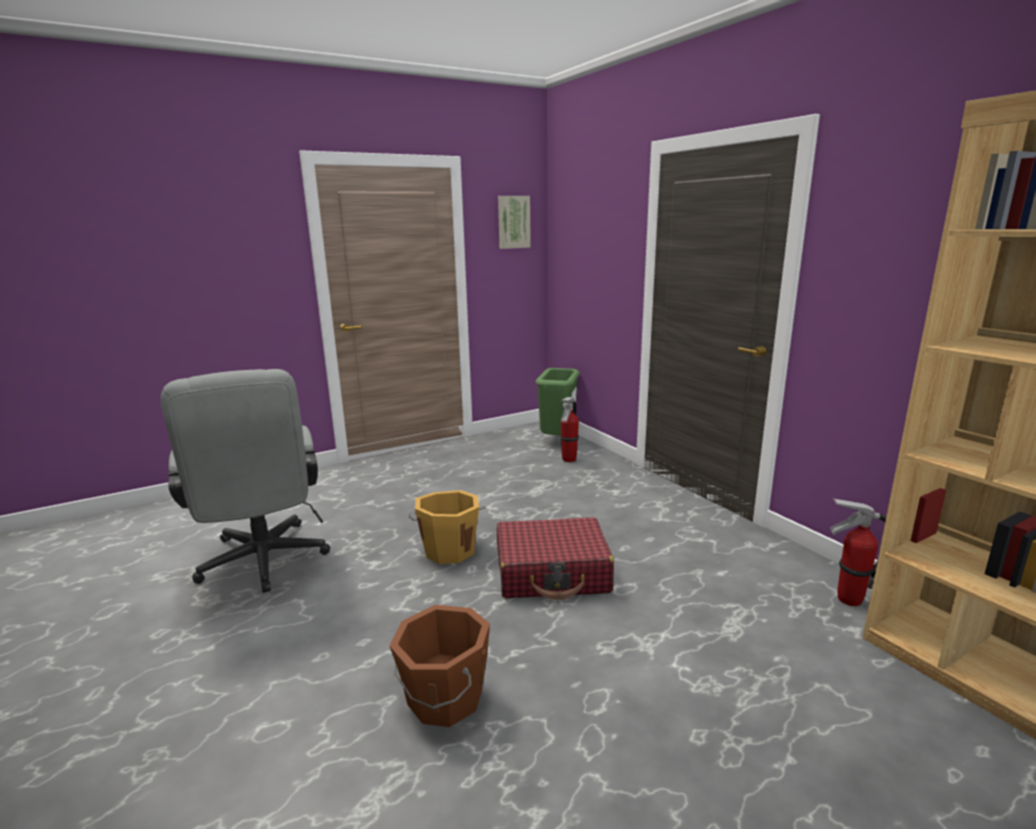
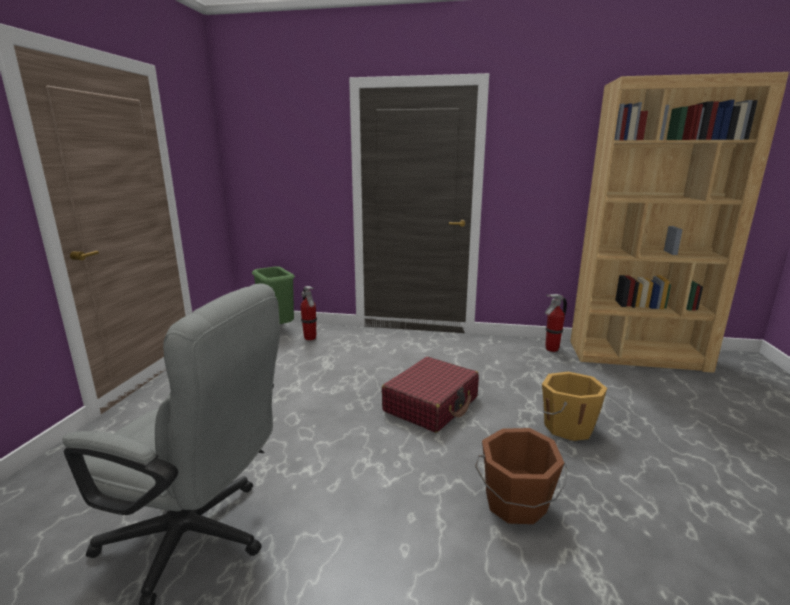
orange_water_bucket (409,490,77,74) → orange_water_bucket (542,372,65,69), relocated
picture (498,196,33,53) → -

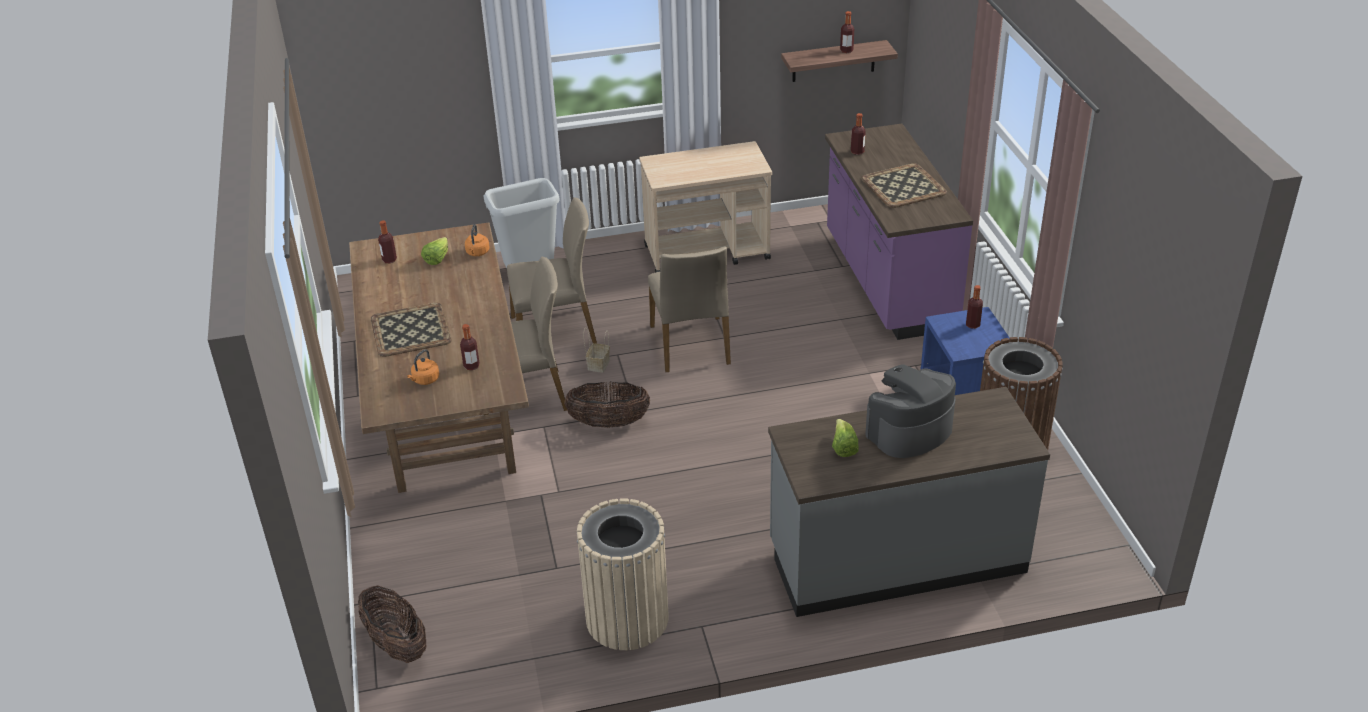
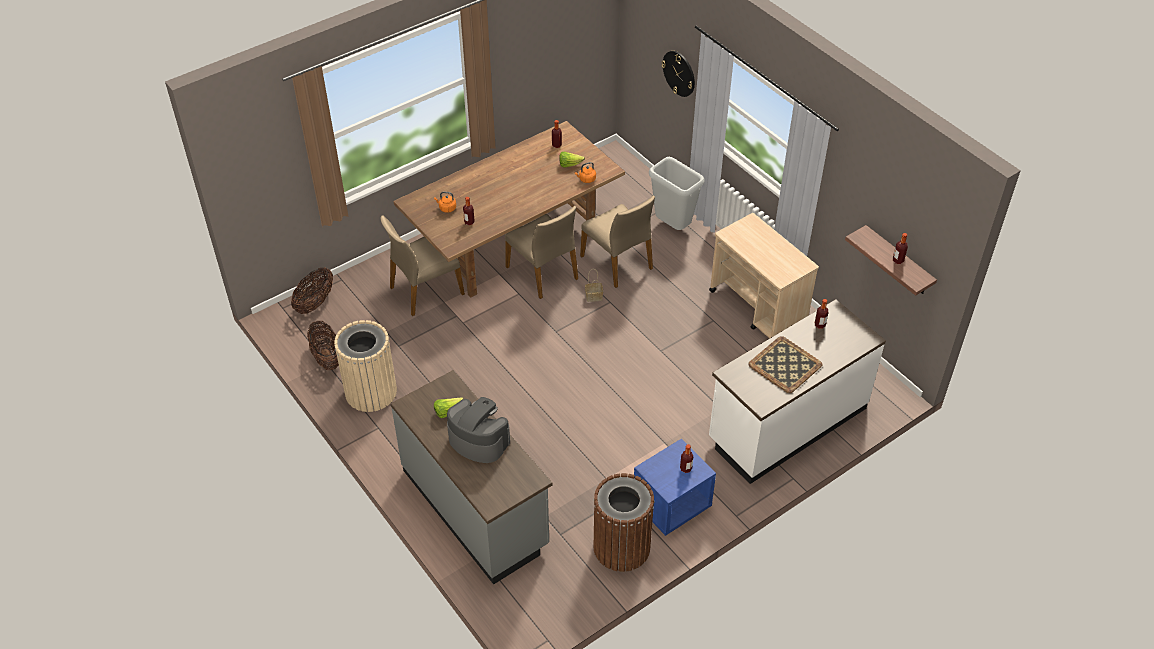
storage_basket (564,382,86,46) → storage_basket (307,321,32,49), relocated
sand-coloured_upright_chair (648,246,83,126) → sand-coloured_upright_chair (381,215,84,101), relocated
- → clock_on_the_wall (662,51,33,46)
purplish_kitchen_base_unit (825,124,148,216) → white_kitchen_base_unit (709,299,177,185)
tray (371,303,81,54) → -

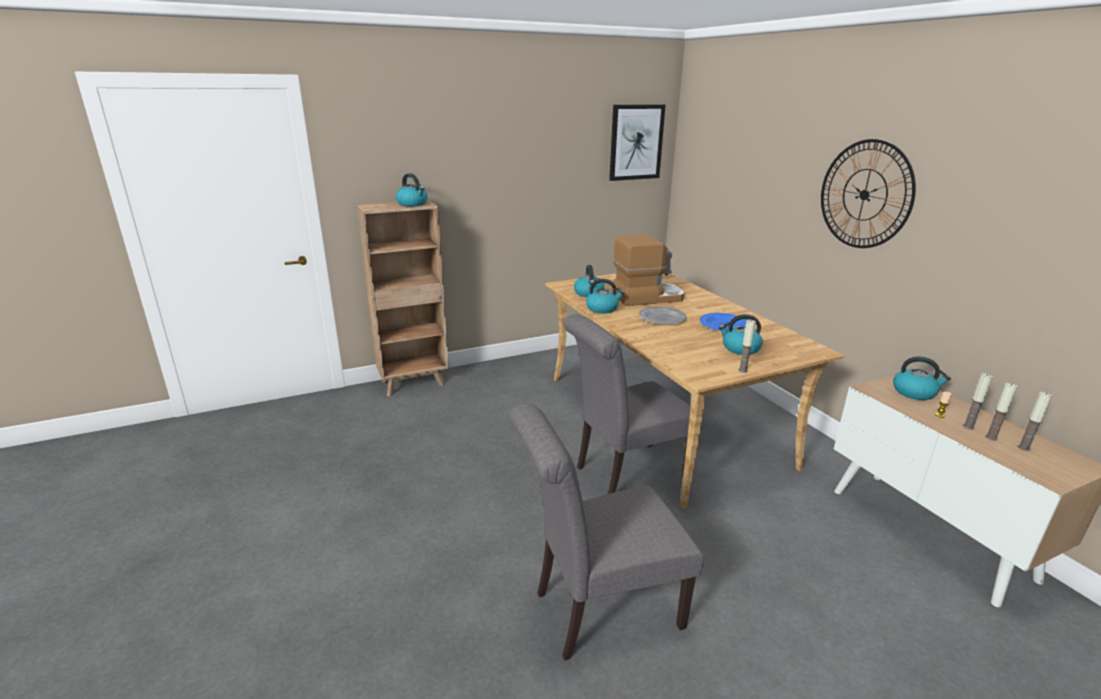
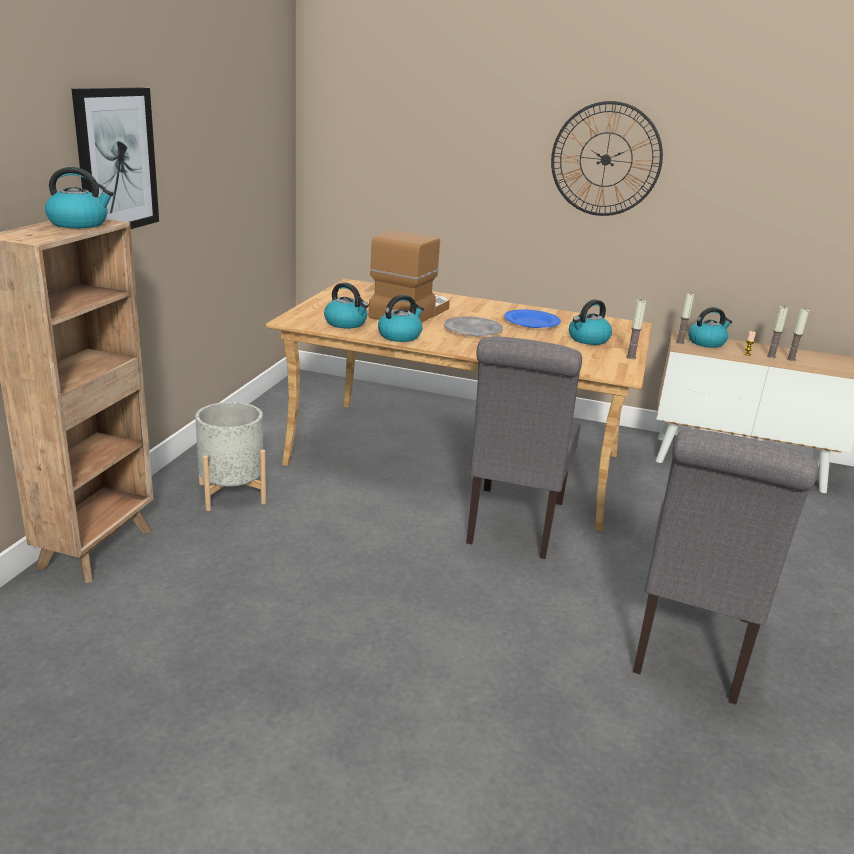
picture (609,104,57,77) → picture (72,87,87,142), relocated
- → greyish_planter (195,402,71,109)
wax_candle (1017,392,35,59) → wax_candle (676,293,18,51), relocated

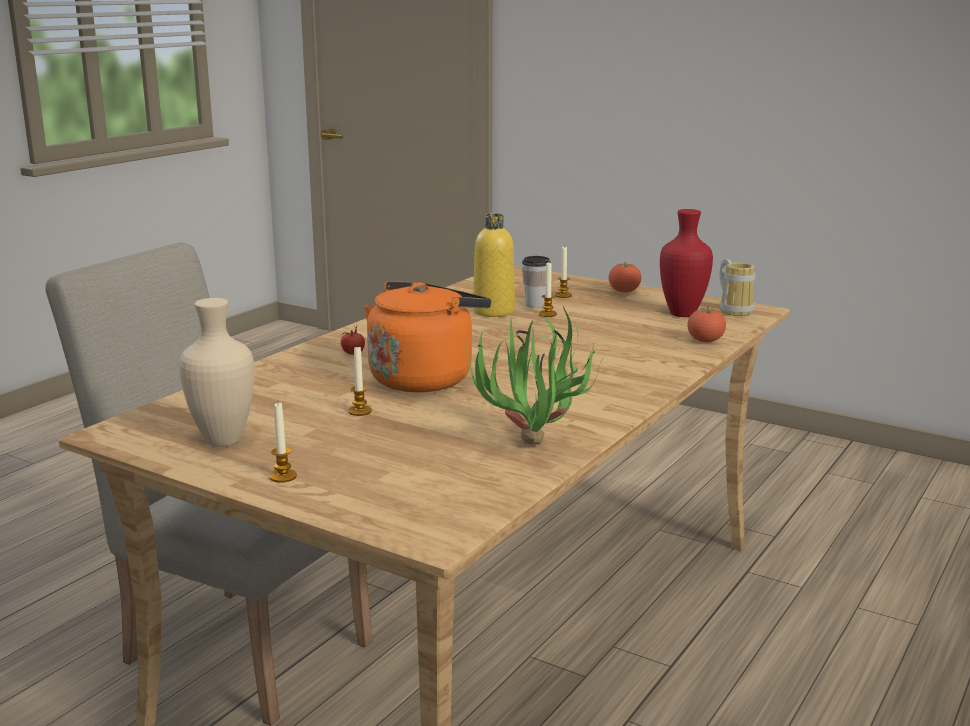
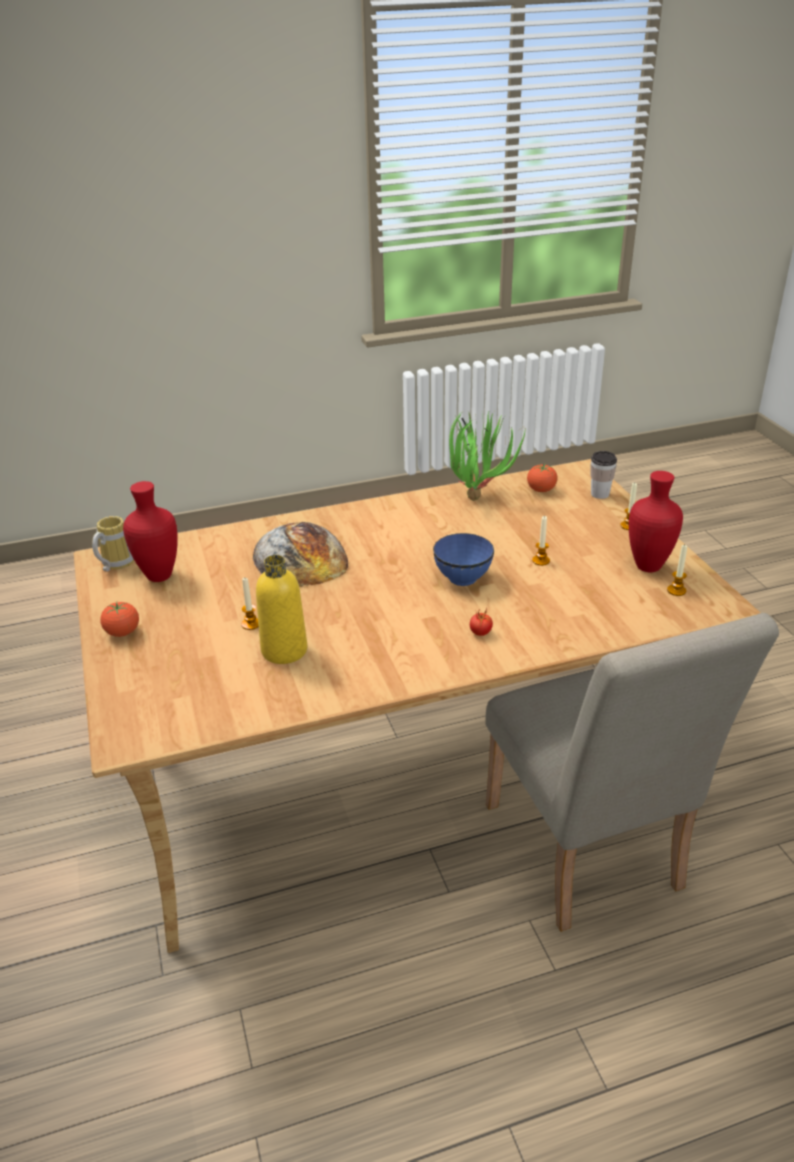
- → bakery_bread (253,522,95,65)
orange_water_kettle (364,281,127,111) → bluish_bowl (433,533,61,53)
tomato (687,307,39,35) → tomato (527,464,30,28), relocated
small_cup (522,256,29,52) → small_cup (591,451,26,48), relocated
sand-coloured_decorative_vase (179,298,75,149) → red-coloured_decorative_vase (629,471,54,101)
wax_candle (555,246,17,52) → wax_candle (667,545,20,51), relocated

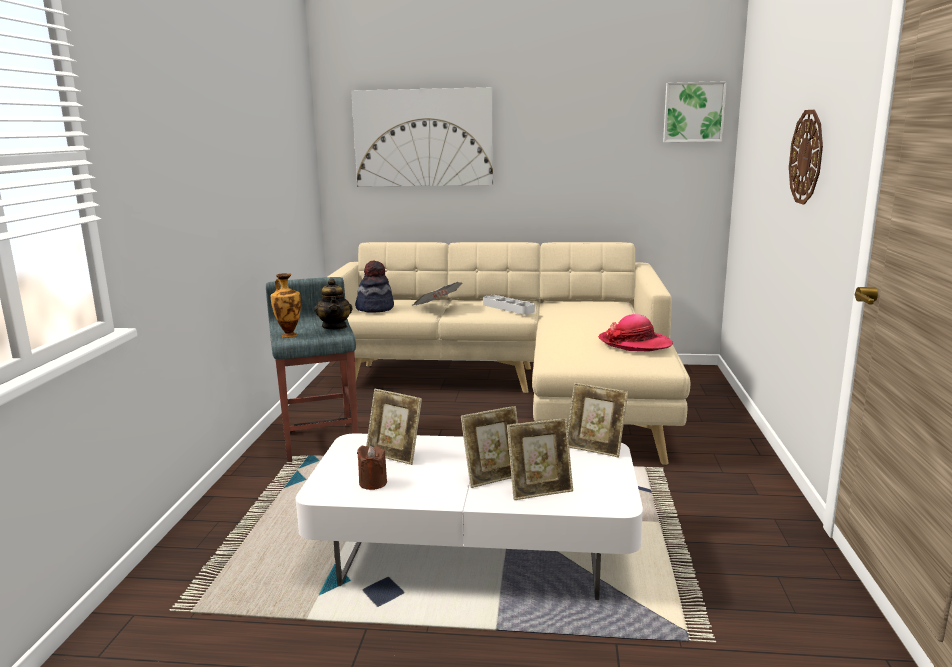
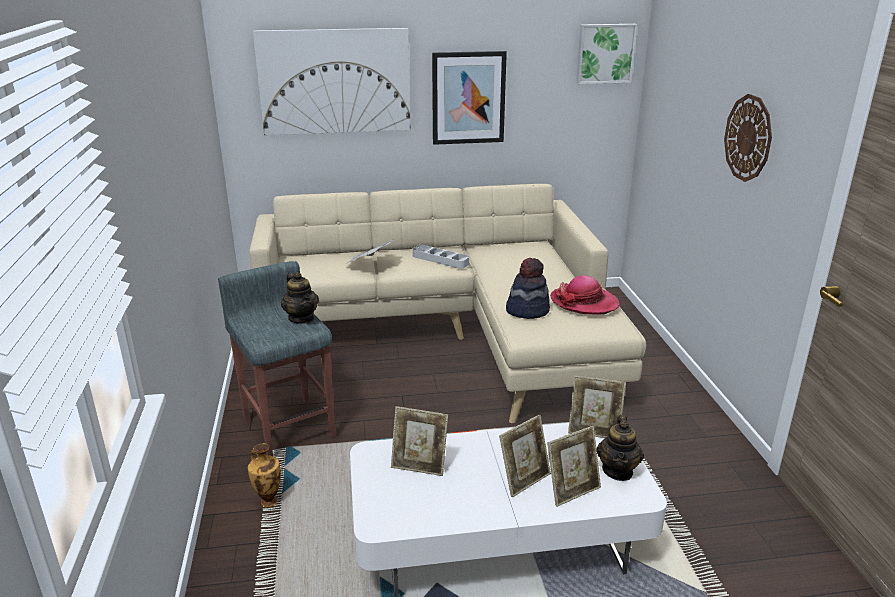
decorative_vase (271,273,30,65) → decorative_vase (248,443,33,64), relocated
- → picture (432,51,75,94)
clothing_hat (355,261,39,51) → clothing_hat (506,258,44,61), relocated
- → tea_pot (596,415,48,66)
brownish_wax_candle (357,446,30,44) → -

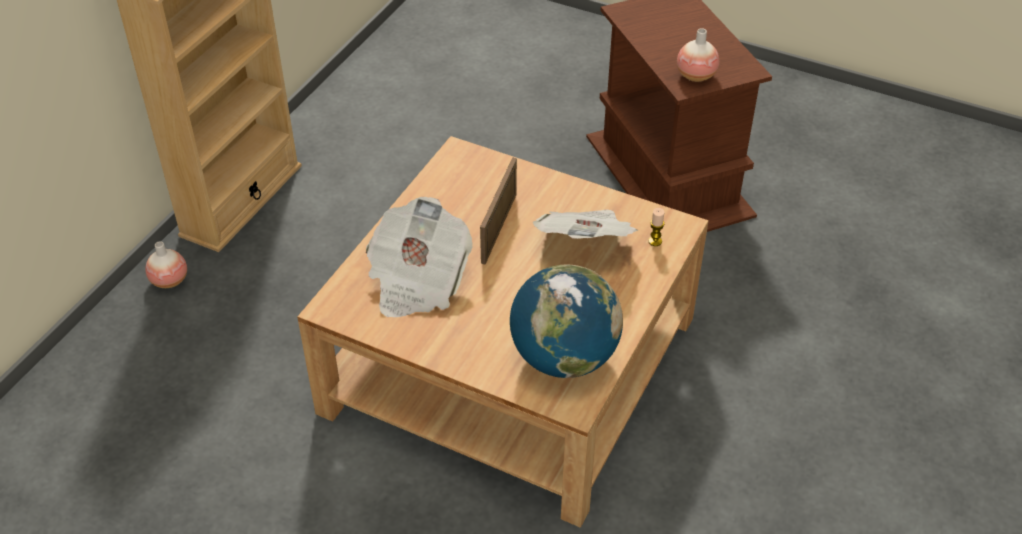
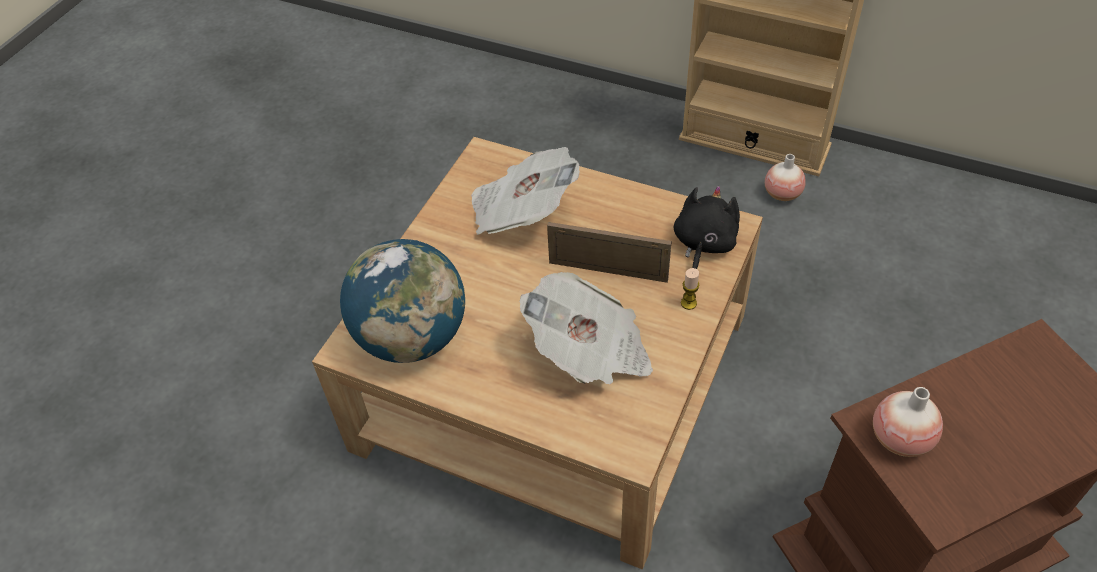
- → black_cuddly_toy (674,186,66,83)
wax_candle (648,208,17,38) → wax_candle (681,268,19,42), relocated
decorative_vase (145,241,42,47) → decorative_vase (765,154,41,47), relocated

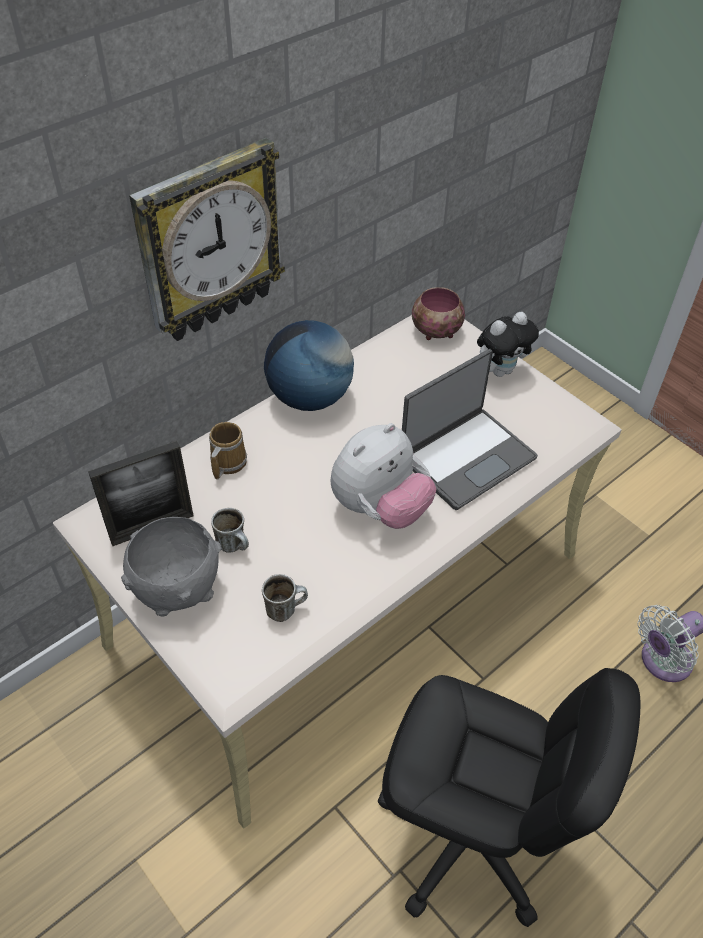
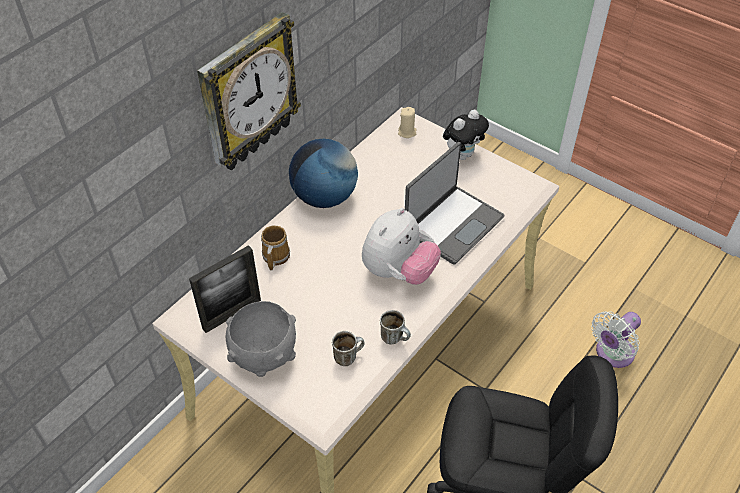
coffee_mug (211,508,38,44) → coffee_mug (380,310,31,34), relocated
bowl (412,287,53,53) → sand-coloured_wax_candle (398,107,18,31)

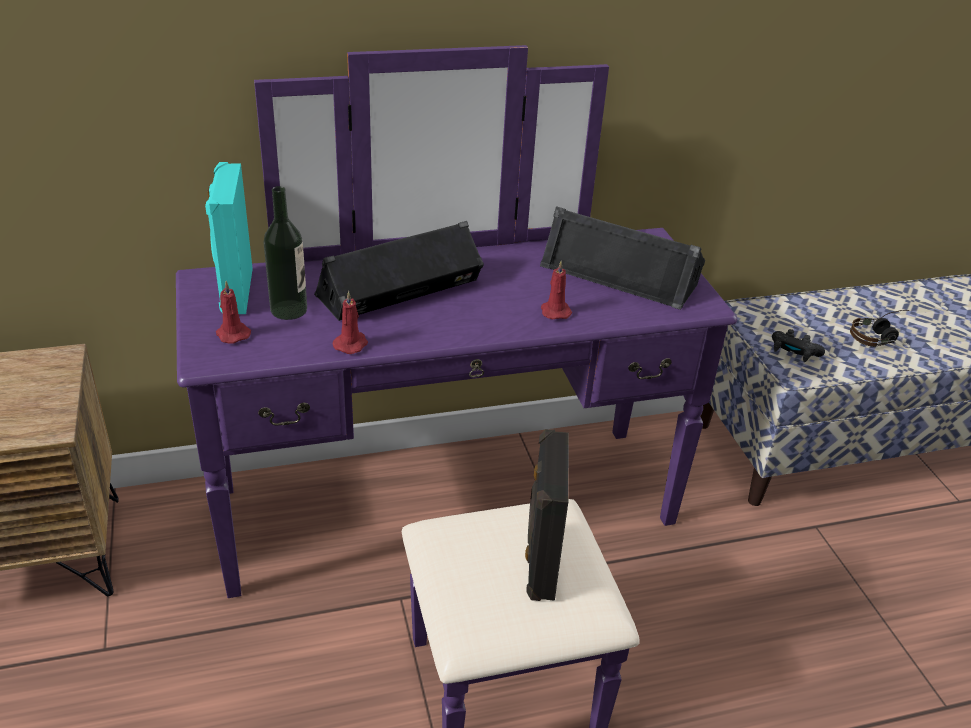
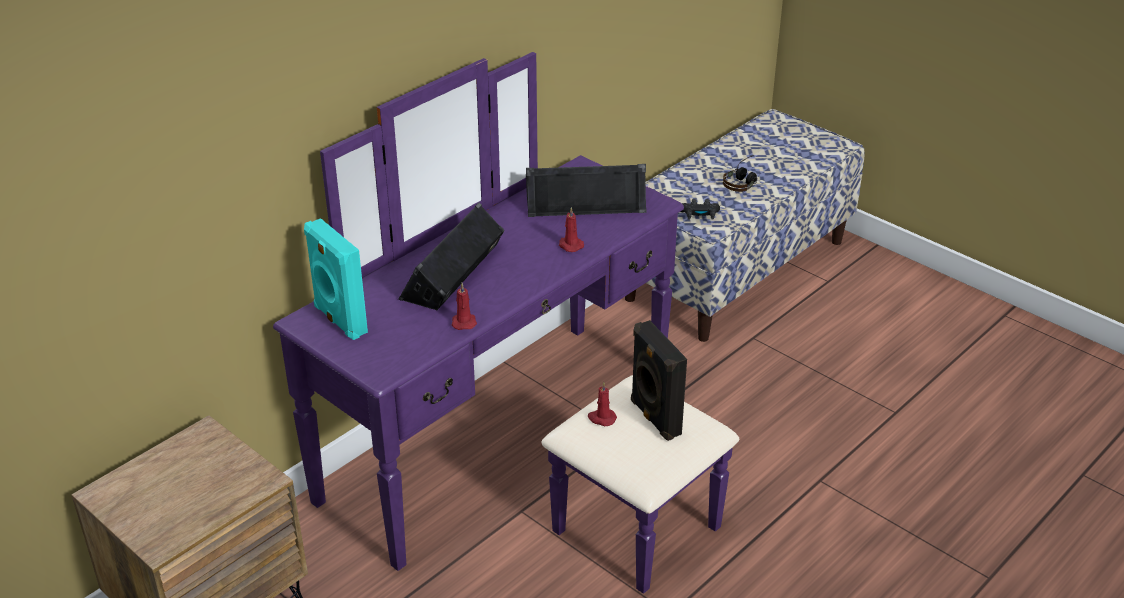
red-coloured_wax_candle (216,281,35,63) → red-coloured_wax_candle (588,382,29,44), relocated
bottle (263,186,44,134) → -

